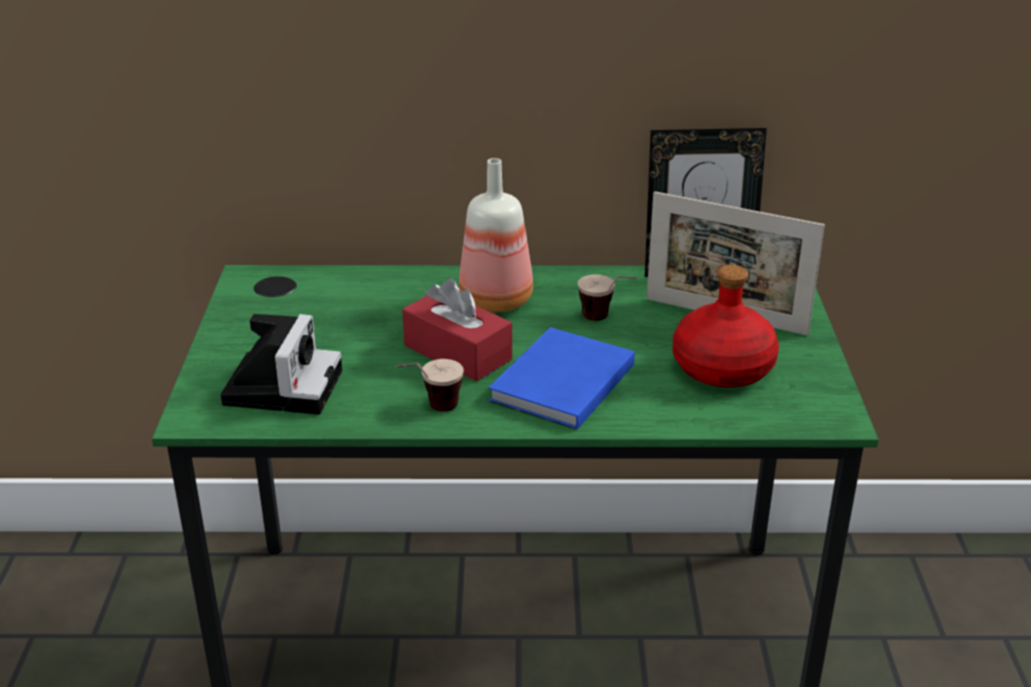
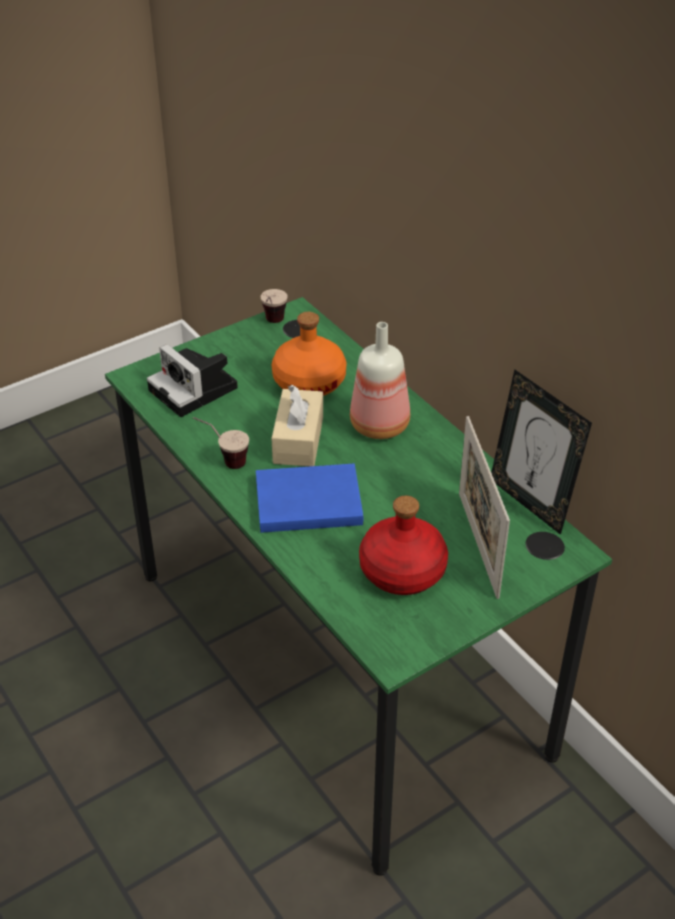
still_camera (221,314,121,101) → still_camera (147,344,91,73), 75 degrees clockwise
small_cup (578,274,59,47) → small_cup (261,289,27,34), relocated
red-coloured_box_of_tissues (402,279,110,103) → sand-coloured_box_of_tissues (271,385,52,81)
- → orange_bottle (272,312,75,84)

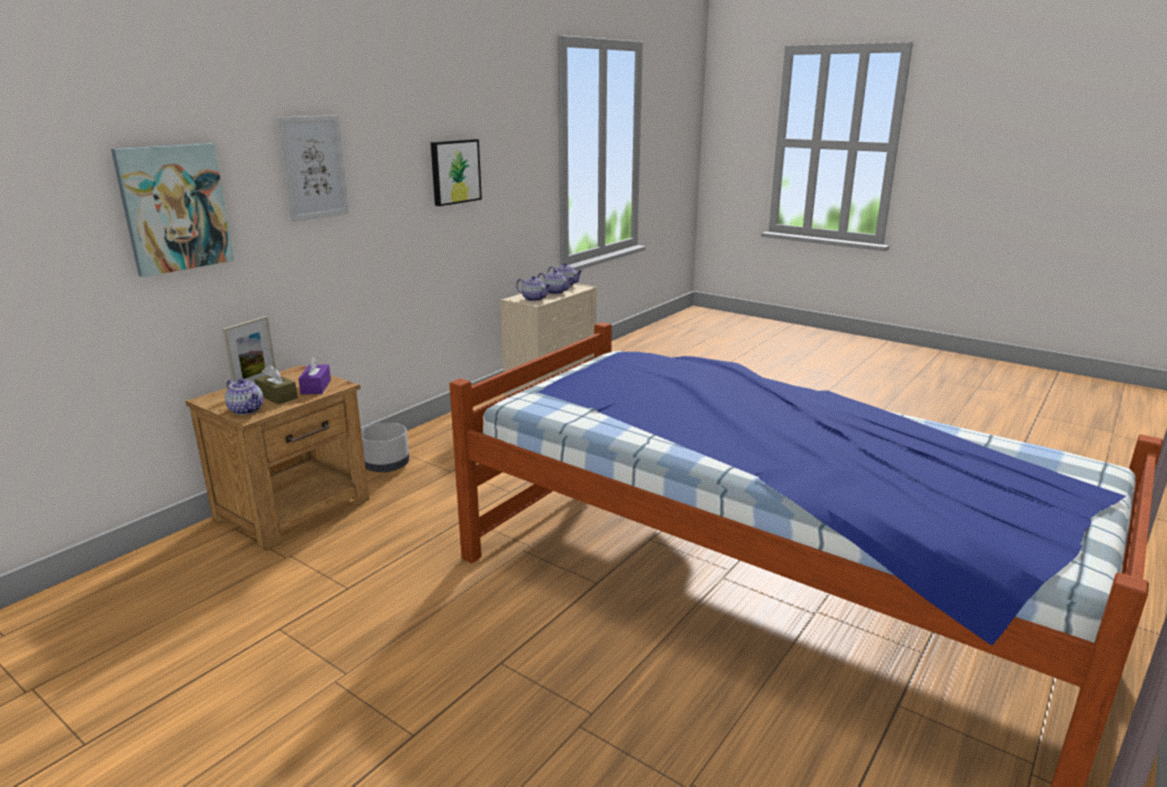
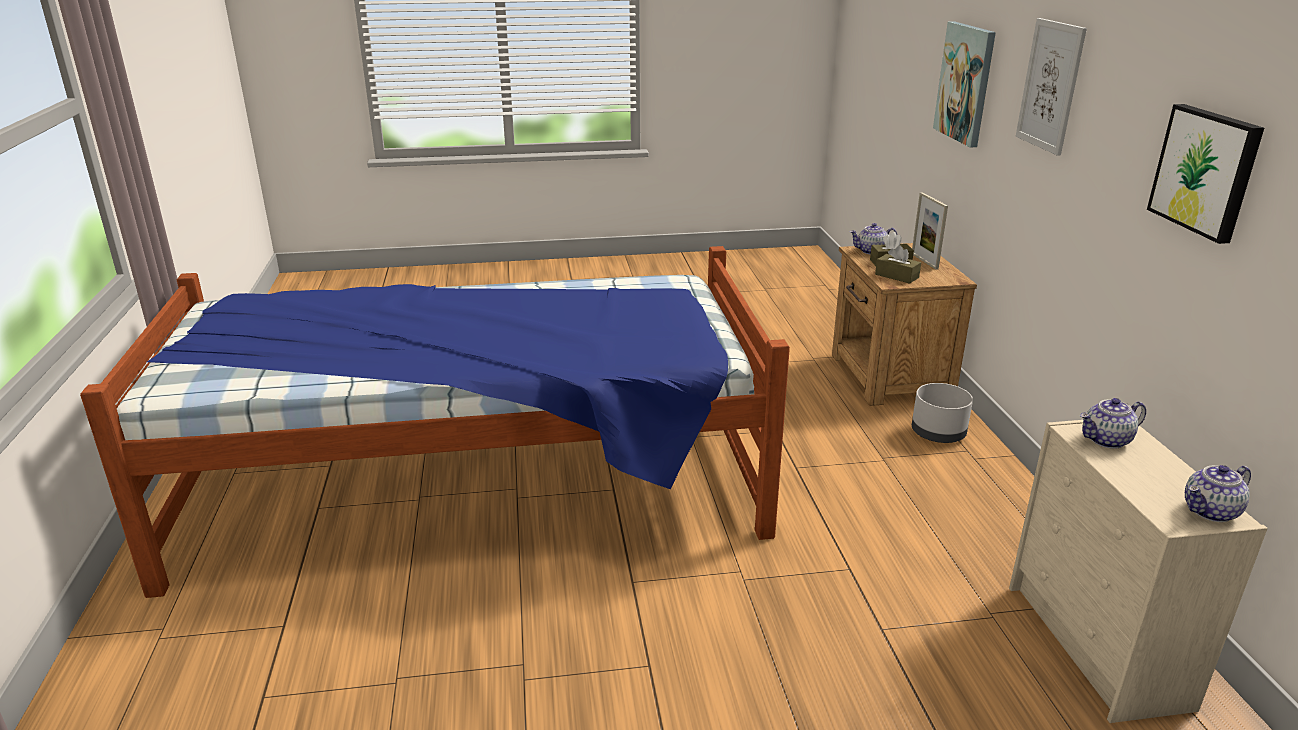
purplish_box_of_tissues (298,355,33,40) → brownish_box_of_tissues (875,245,46,39)
tea_pot (537,270,37,24) → -

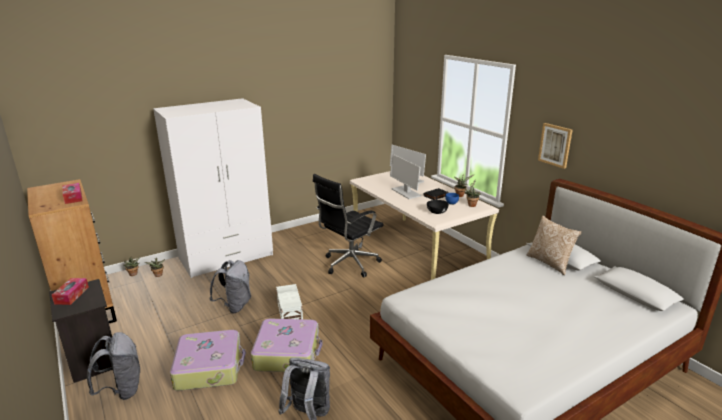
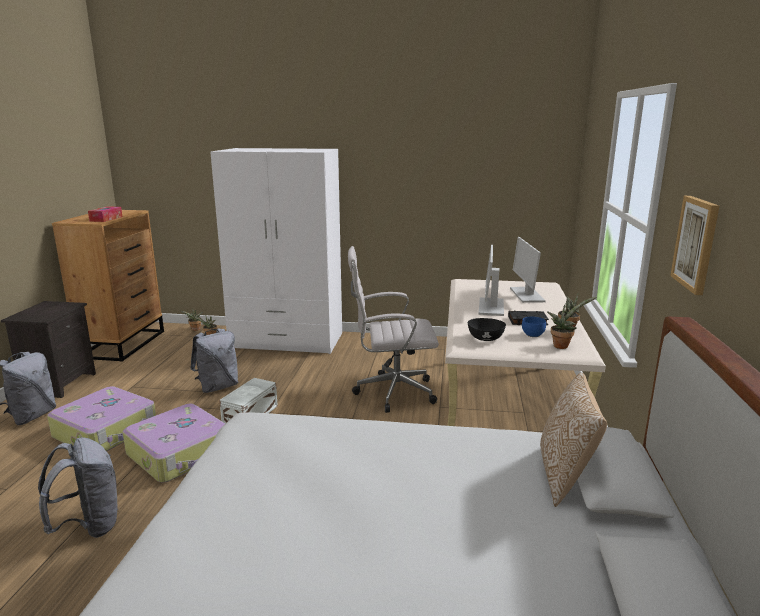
black_office_chair (313,174,71,103) → white_office_chair (348,246,91,167)
box_of_tissues (52,278,37,27) → -

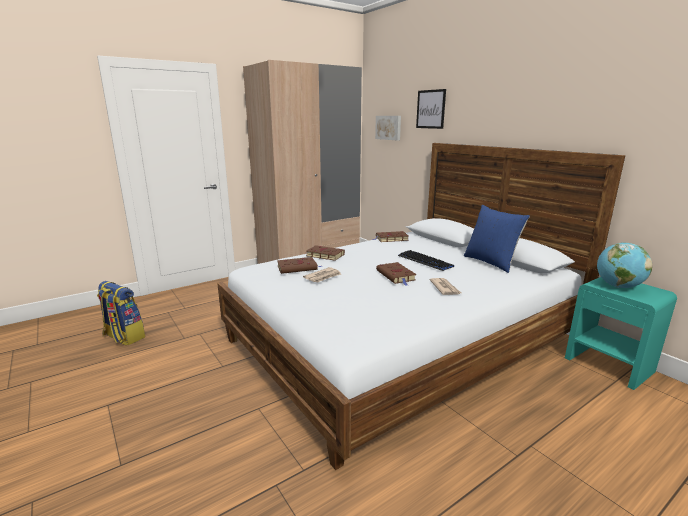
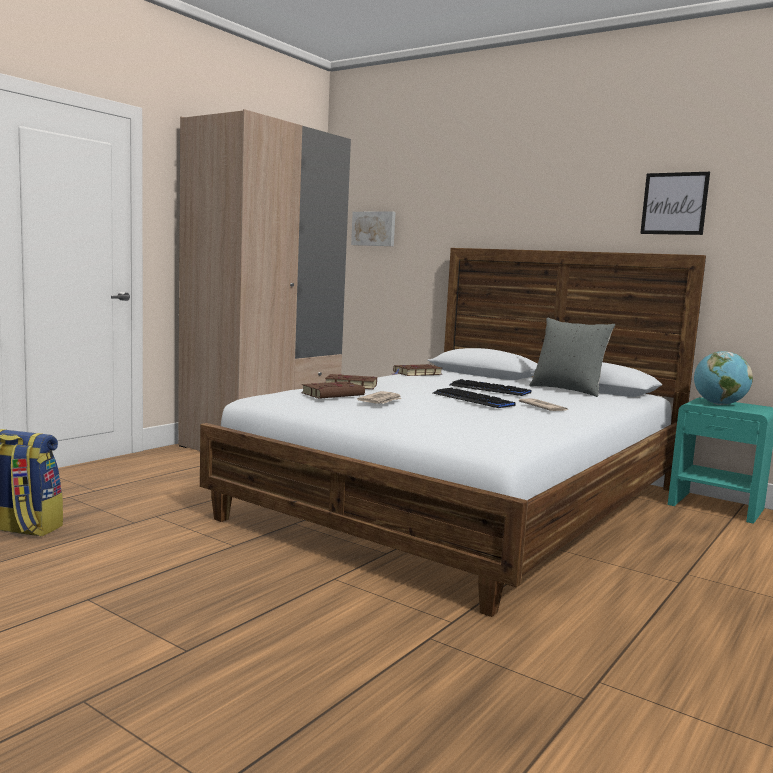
brownish_book (376,262,40,24) → keyboard (433,388,83,20)
bluish_pillow (464,205,66,68) → greyish_pillow (529,318,86,79)
picture (416,89,30,40) → picture (640,172,70,63), relocated

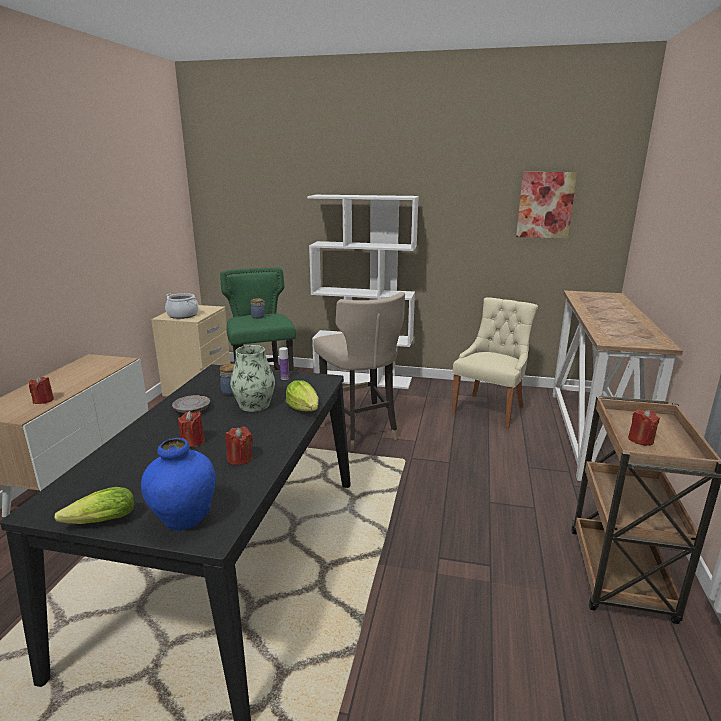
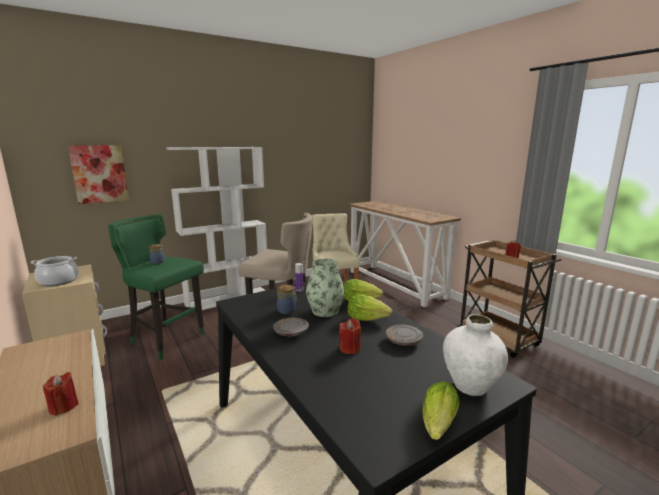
picture (516,172,61,67) → picture (68,145,61,59), relocated
- → lettuce_head (347,294,45,27)
red-coloured_wax_candle (225,427,28,38) → greyish_flat_dish (386,325,37,20)
bluish_decorative_vase (141,438,75,93) → white_decorative_vase (443,314,65,82)

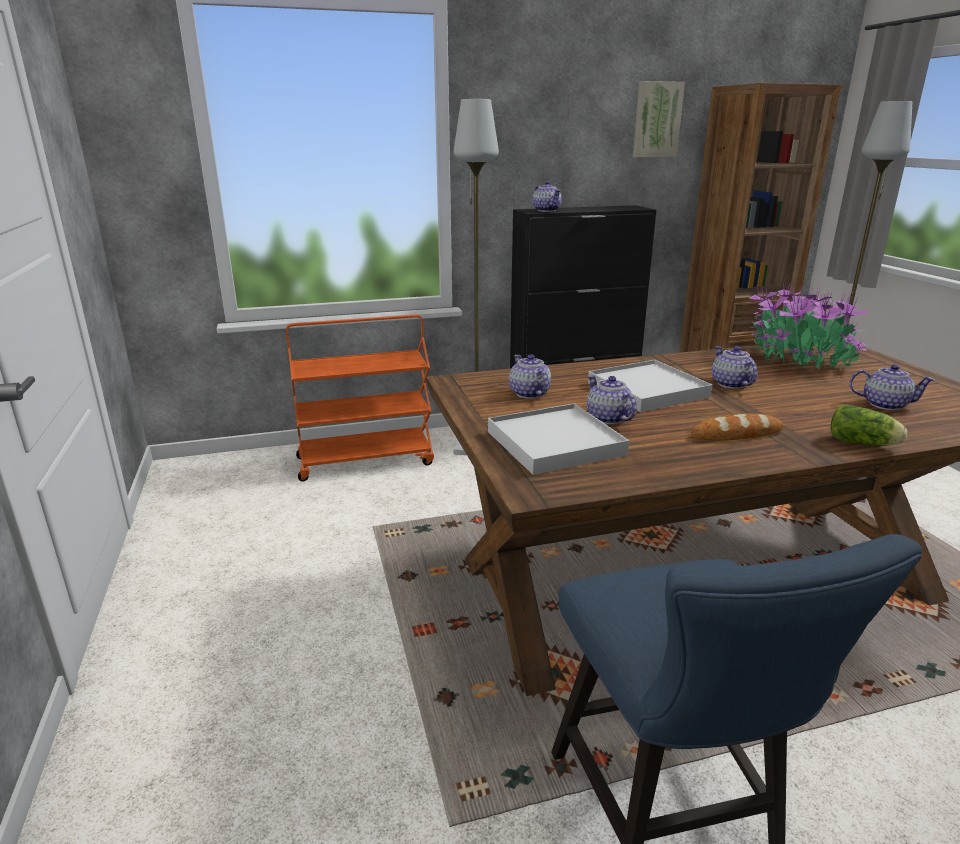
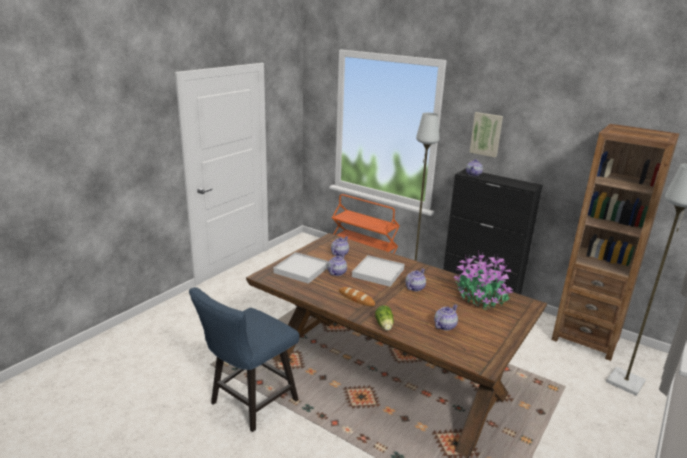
tea_pot (849,364,86,46) → tea_pot (434,304,24,27), 120 degrees counterclockwise
picture (633,81,52,76) → picture (469,112,34,46), relocated

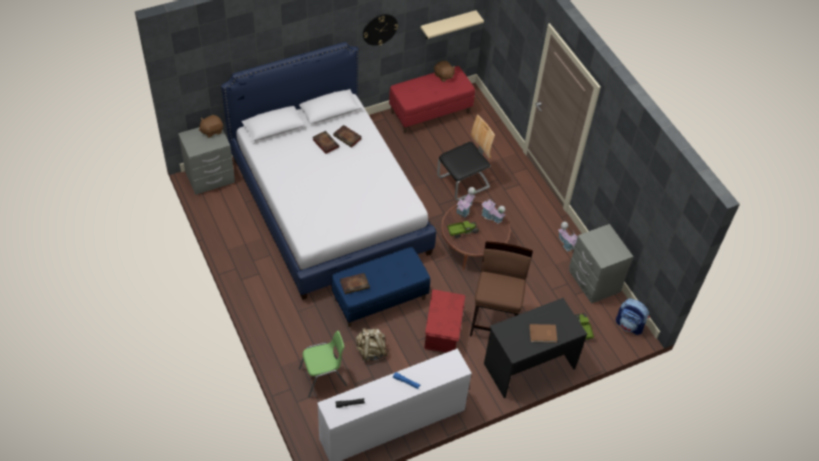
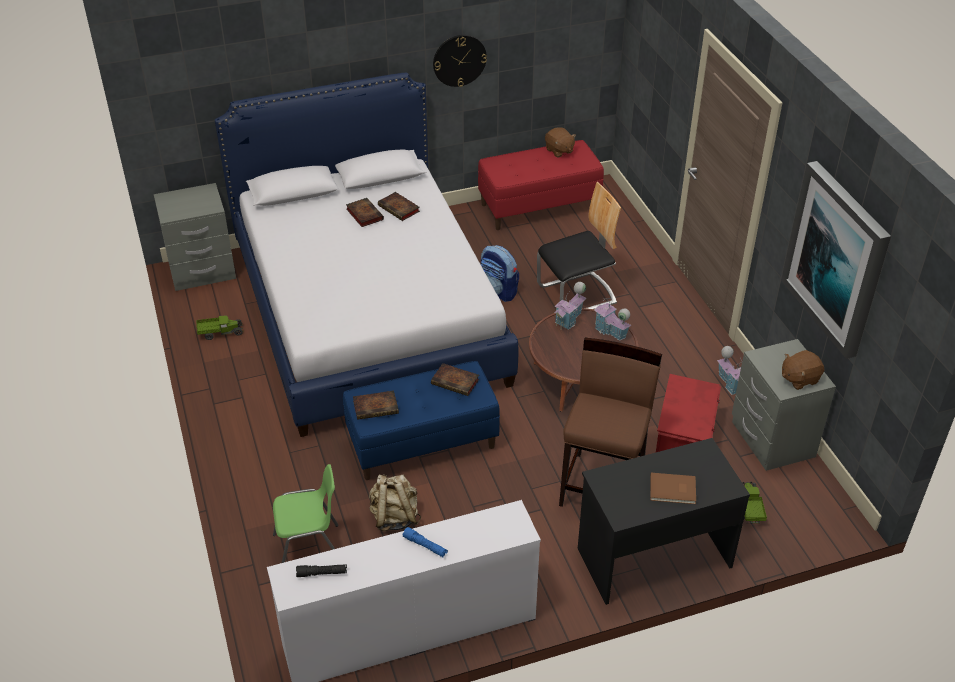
model_truck (447,221,32,17) → model_truck (196,316,47,24), relocated
- → book (431,363,48,33)
backpack (616,298,34,37) → backpack (481,245,38,57), relocated
red-coloured_storage_box (424,289,41,64) → red-coloured_storage_box (656,374,65,78), relocated
- → picture (781,161,110,198)
brownish_cuddly_toy (199,115,24,23) → brownish_cuddly_toy (782,350,42,40), relocated
sand-coloured_wall_shelf (421,10,63,29) → -

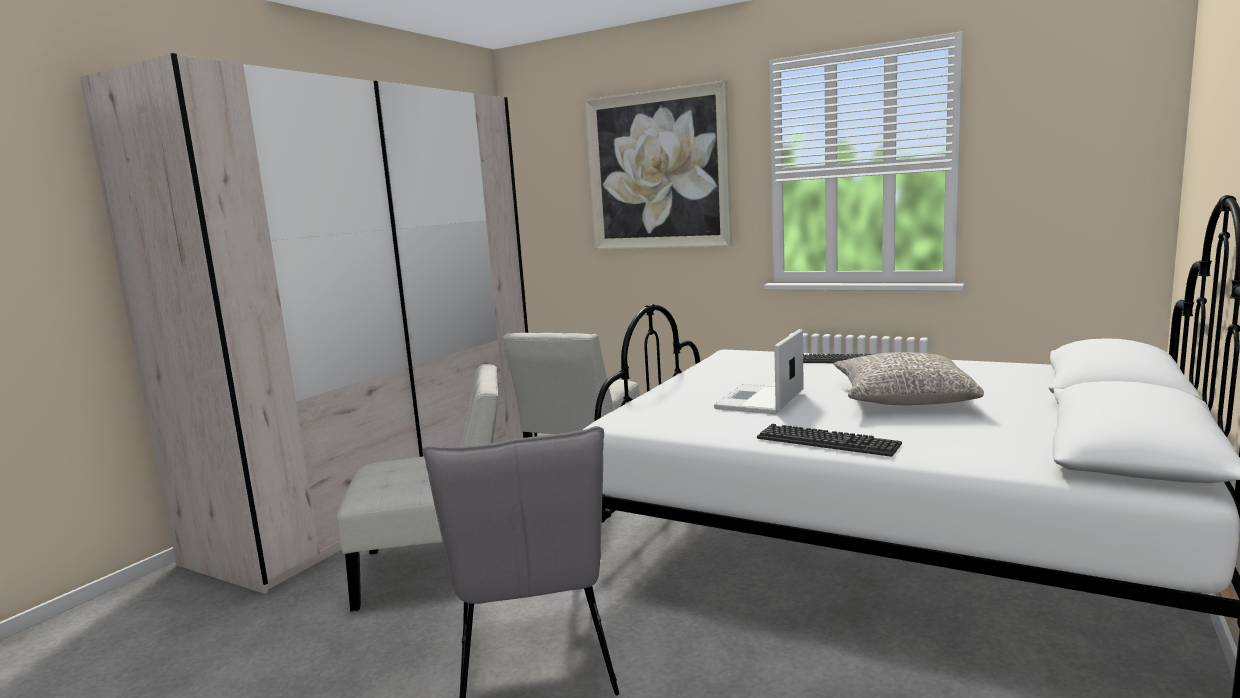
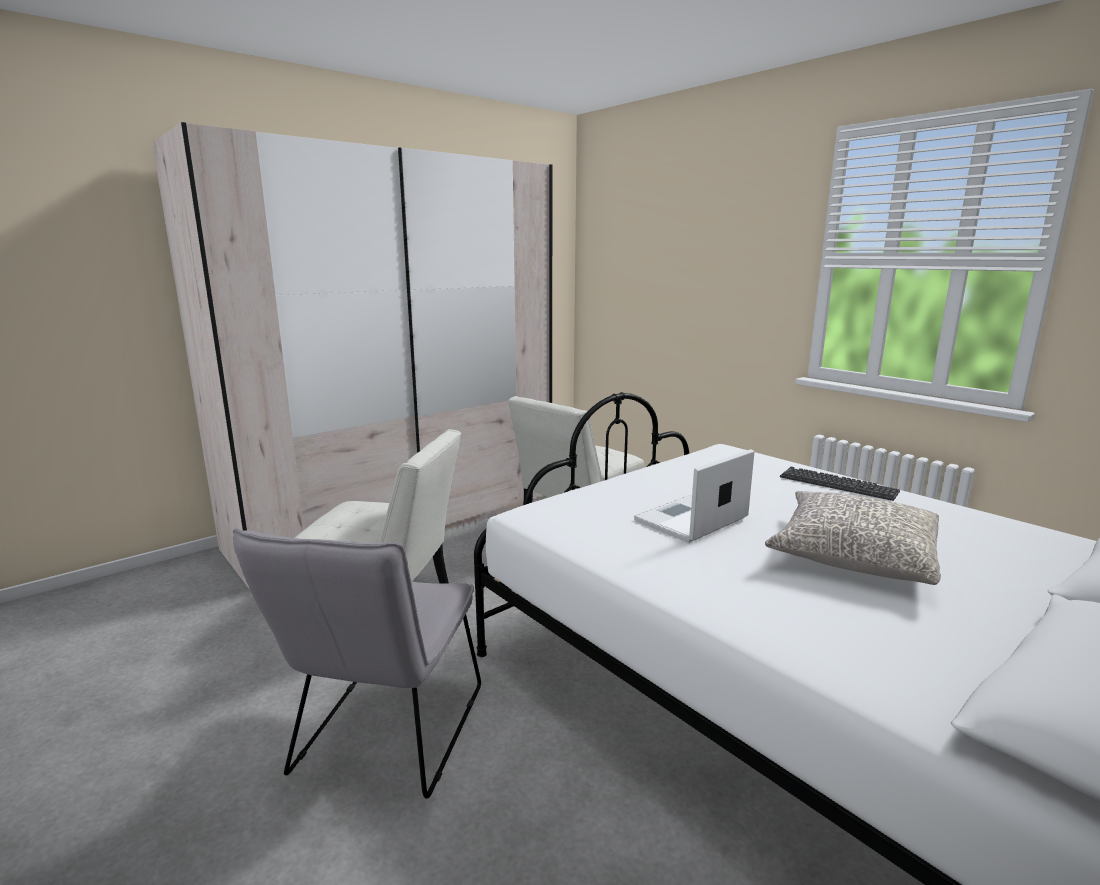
picture (584,80,148,170) → -
keyboard (757,424,145,33) → -

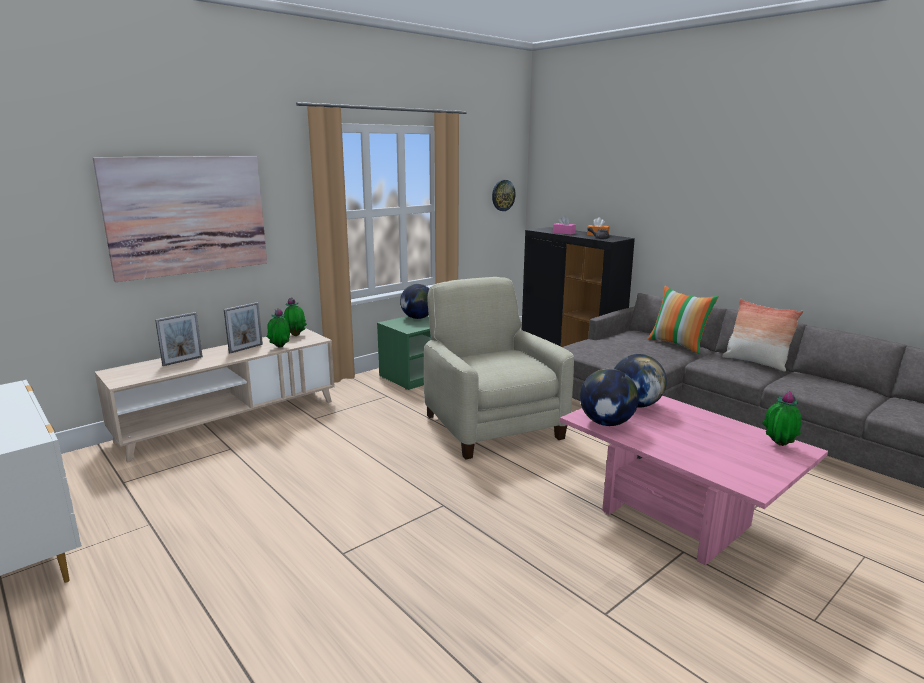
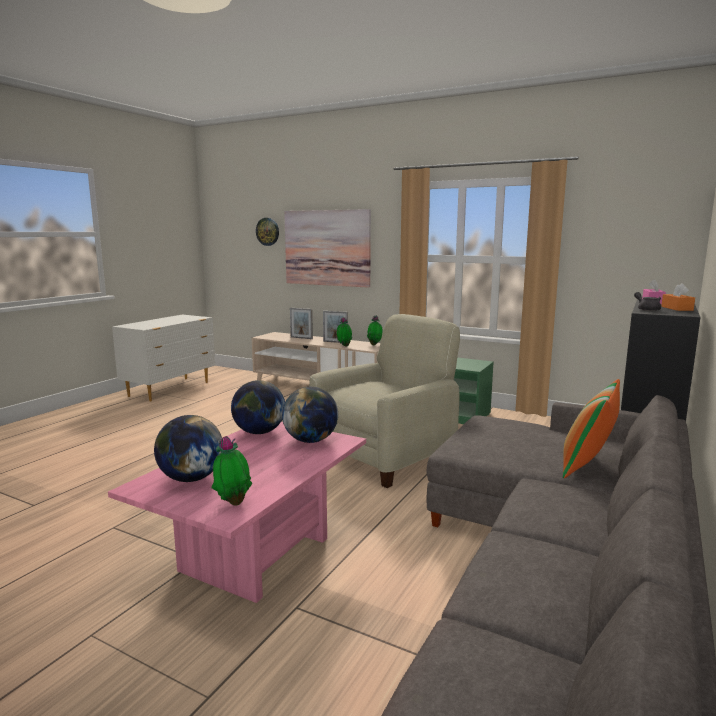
world_globe (400,284,30,35) → world_globe (154,415,68,67), relocated
clock_on_the_wall (492,180,23,31) → clock_on_the_wall (256,218,23,28), relocated
pillow (722,299,81,72) → -

